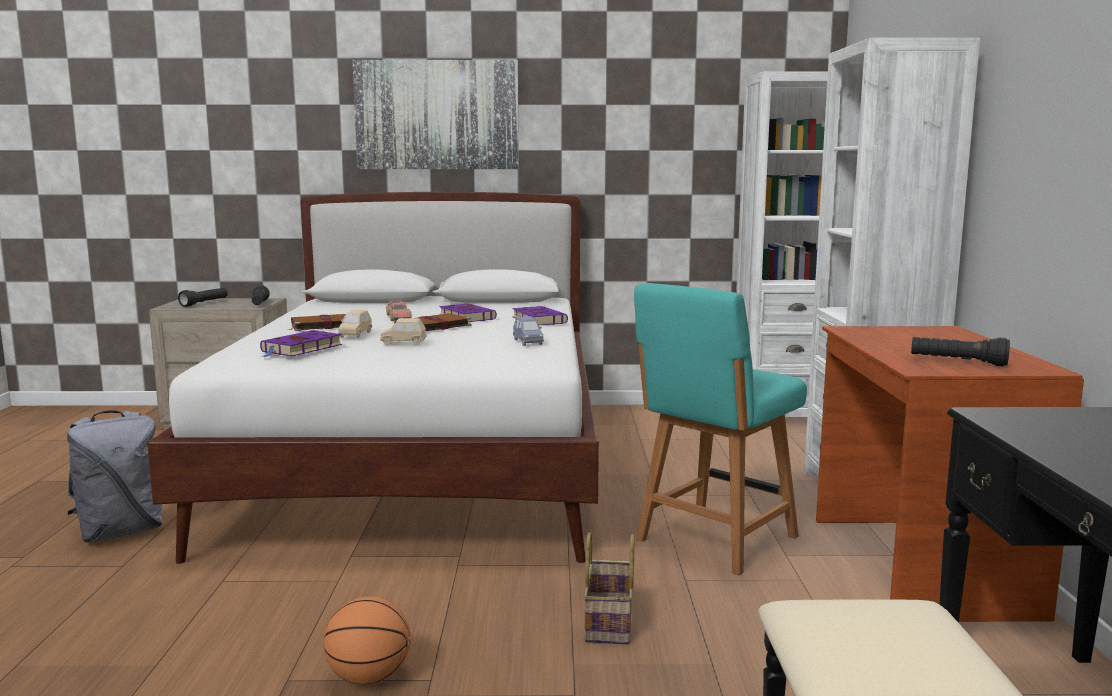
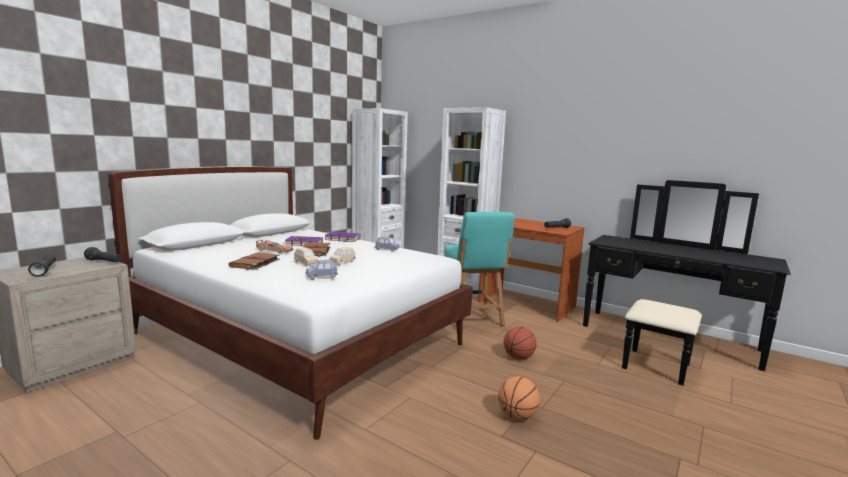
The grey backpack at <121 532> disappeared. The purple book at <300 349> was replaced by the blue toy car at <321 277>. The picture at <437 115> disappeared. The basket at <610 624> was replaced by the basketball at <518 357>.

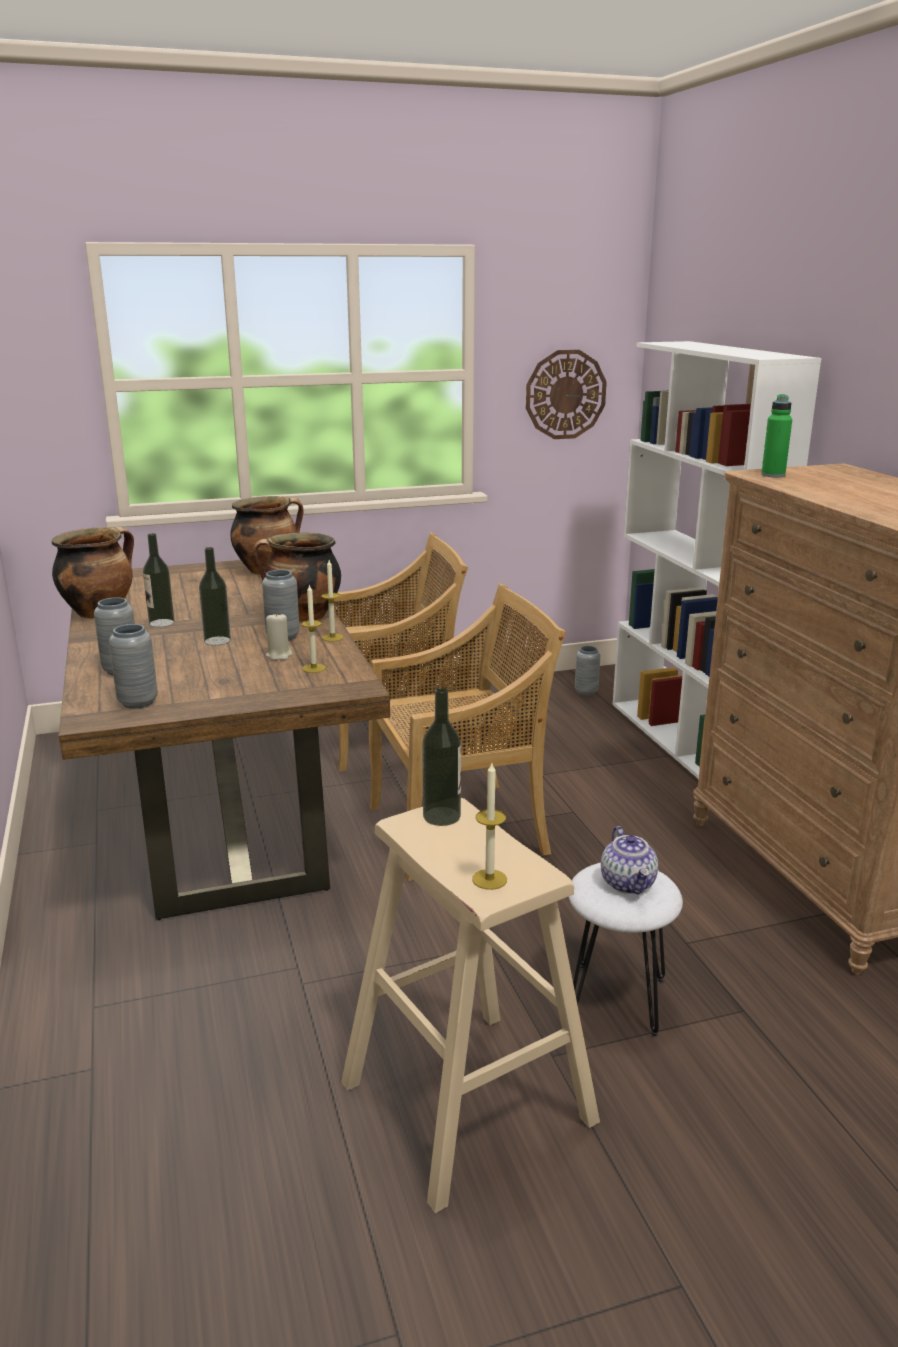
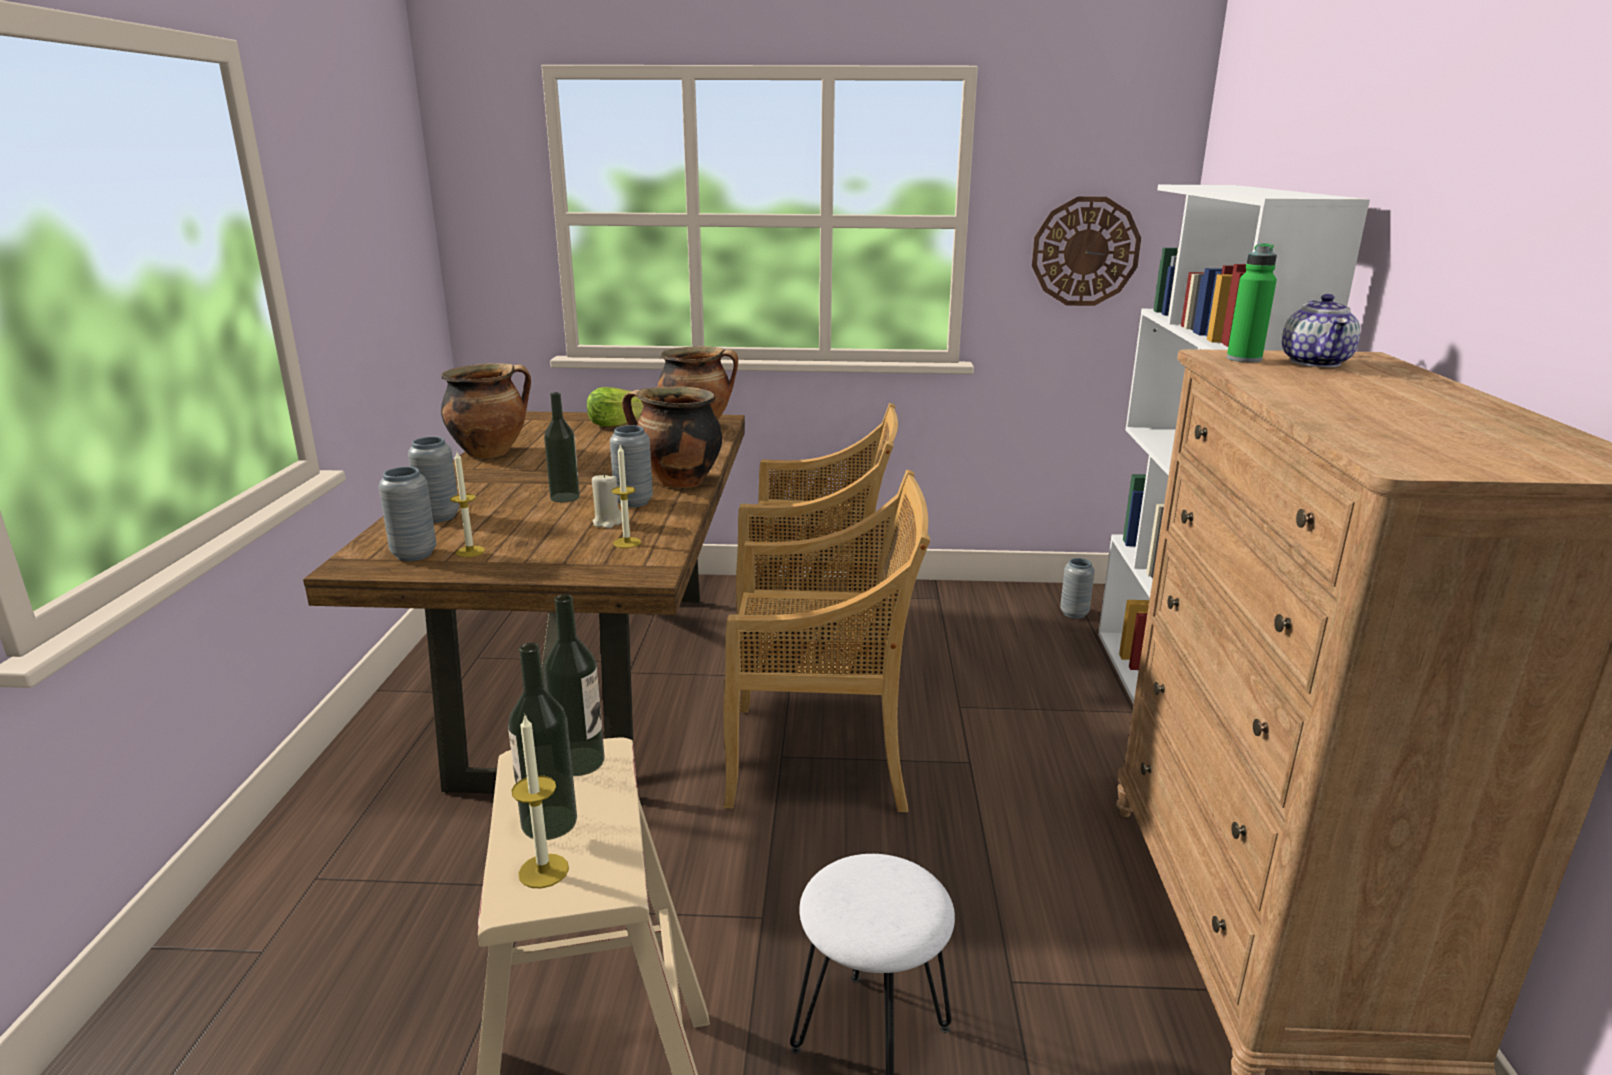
The bottle moved from <161 623> to <549 822>. The candle moved from <332 637> to <470 551>. The teapot moved from <629 883> to <1316 362>. The lettuce at <616 425> appeared.

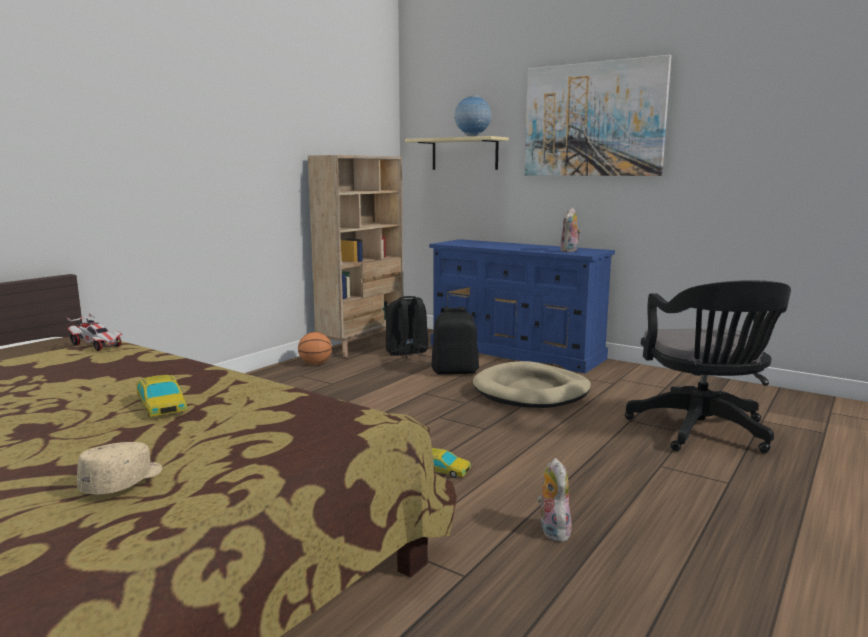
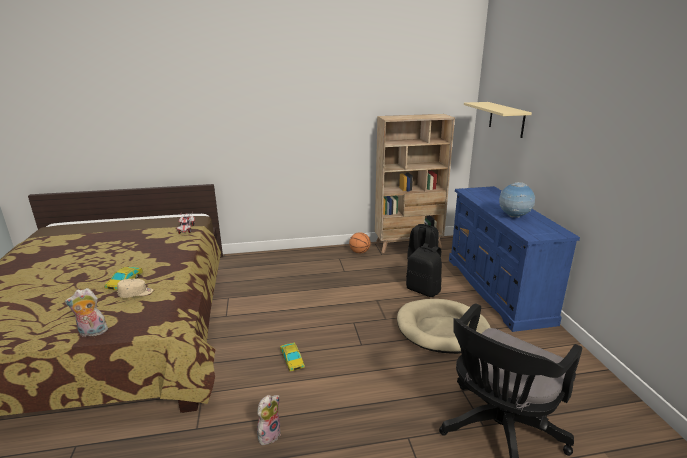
The beige cap moved from <123 482> to <136 293>. The globe moved from <472 137> to <514 217>. The picture at <593 120> disappeared. The plush toy moved from <570 251> to <92 333>.

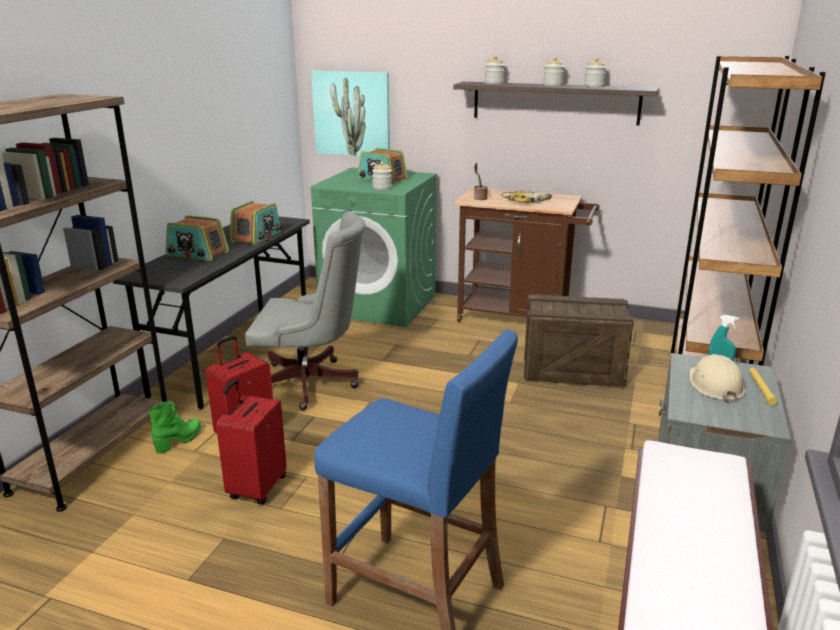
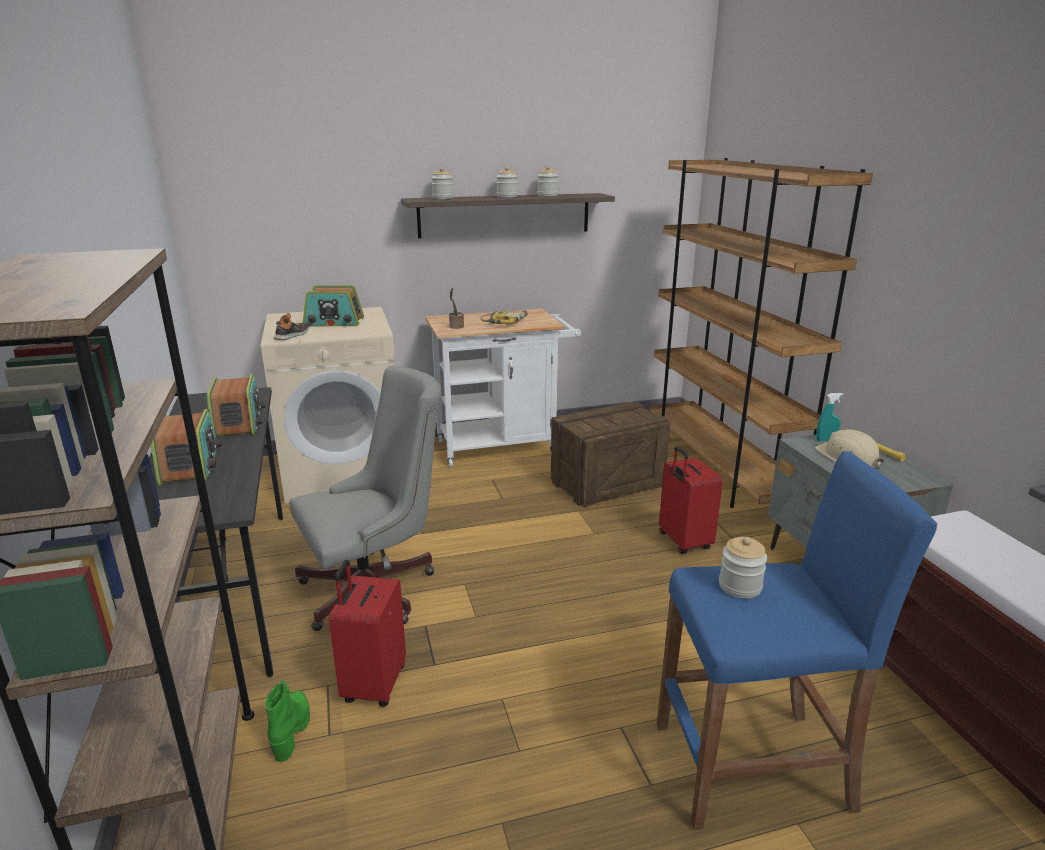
The radio at <197 254> turned 90 degrees counterclockwise. The red suitcase moved from <256 488> to <683 542>. The picture at <351 114> disappeared. The green washing machine at <379 305> became the beige washing machine at <344 471>. The jar moved from <382 188> to <740 586>. The brown cart at <520 318> became the white cart at <503 446>. The shoe at <292 335> appeared.

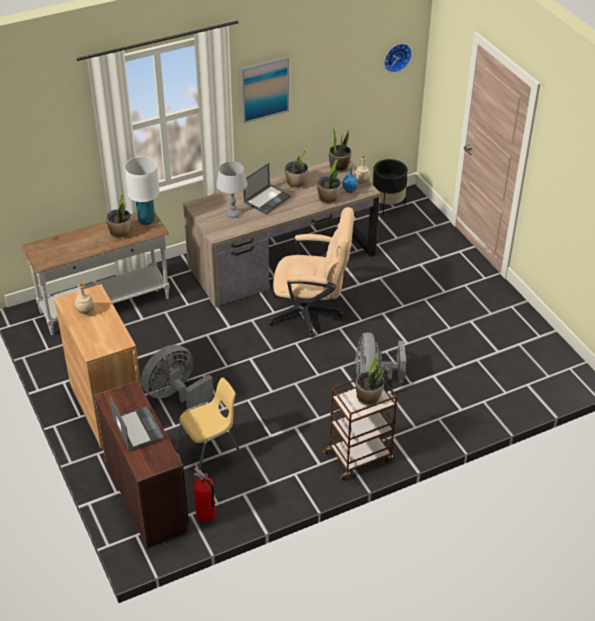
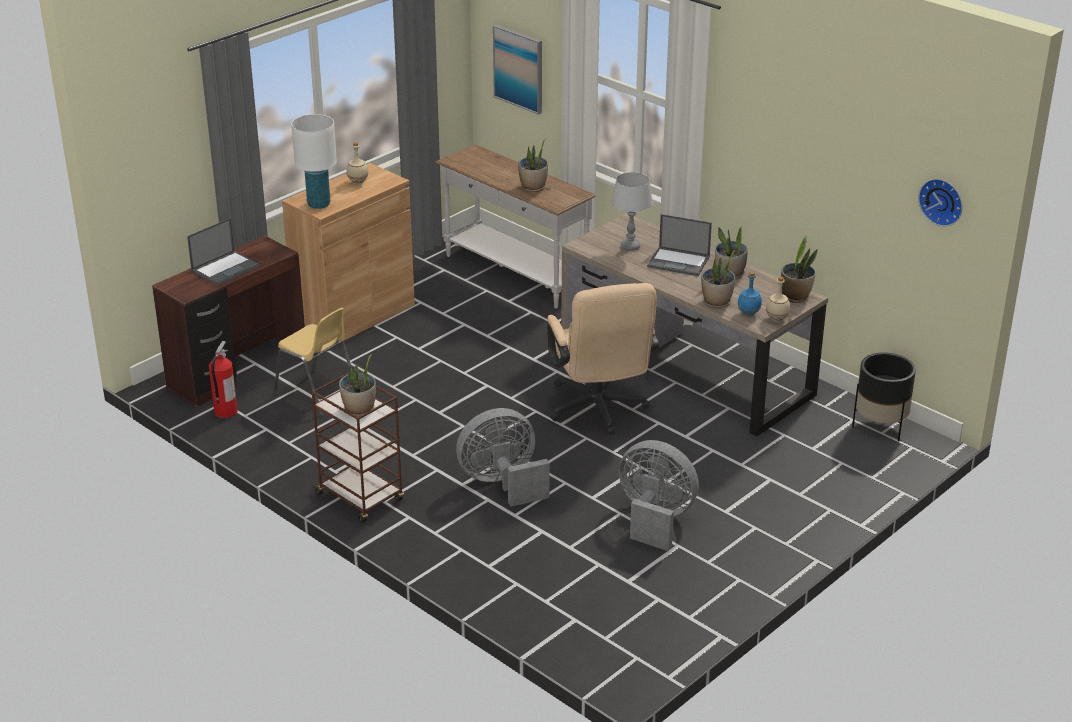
The white table lamp moved from <146 220> to <319 204>. The grey fan moved from <176 395> to <654 519>. The picture moved from <264 89> to <519 68>.

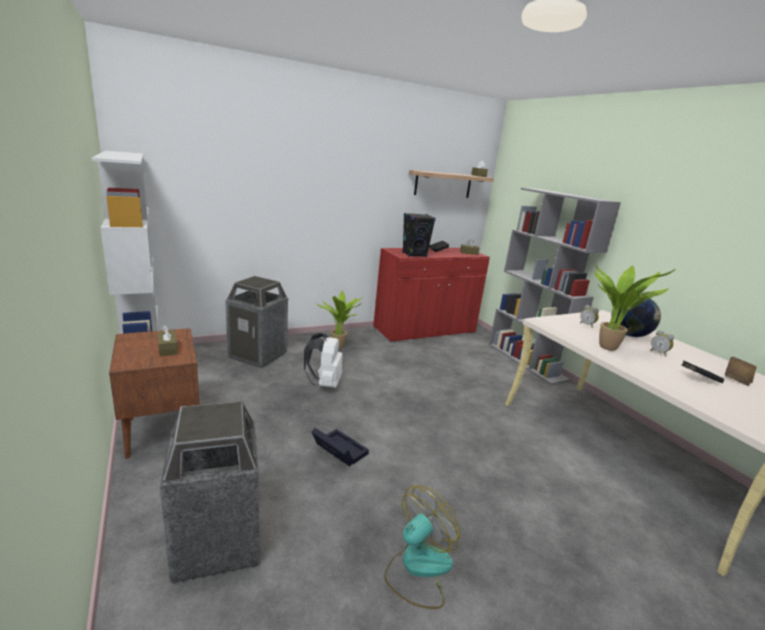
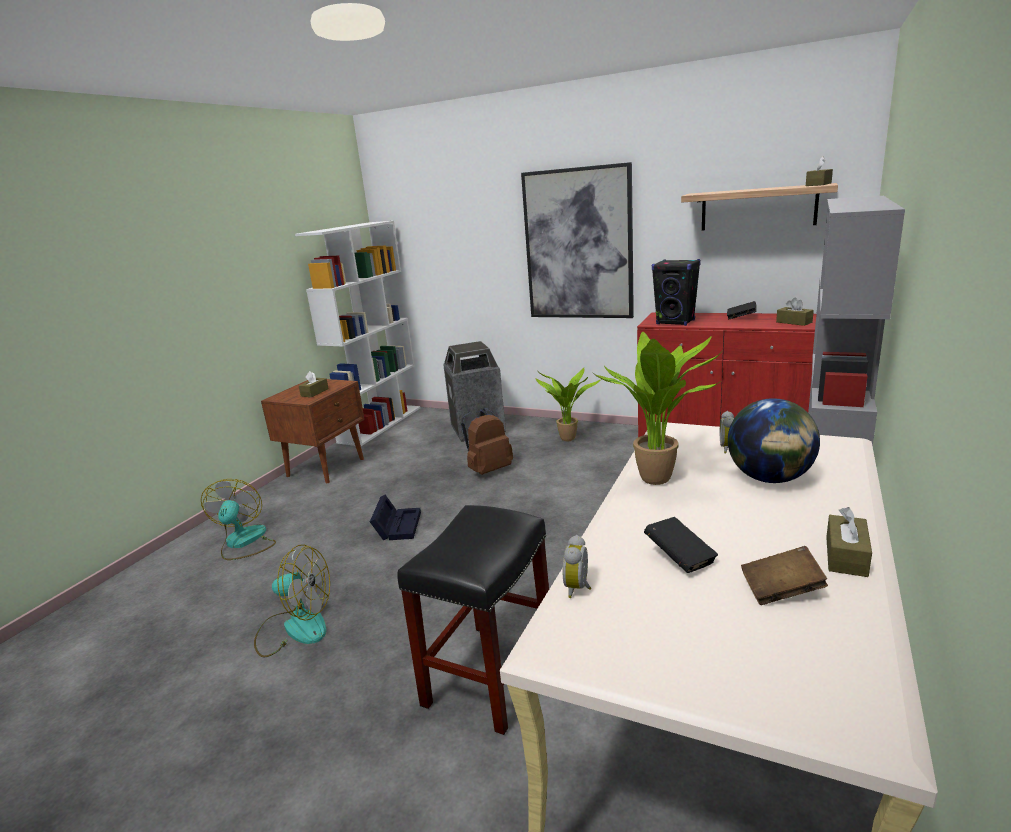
The trash can at <216 542> was replaced by the fan at <243 543>. The white backpack at <324 383> became the brown backpack at <488 470>. The alarm clock moved from <659 353> to <579 588>. The black stool at <490 673> appeared. The picture at <578 245> appeared. The brown tissue box at <846 556> appeared.

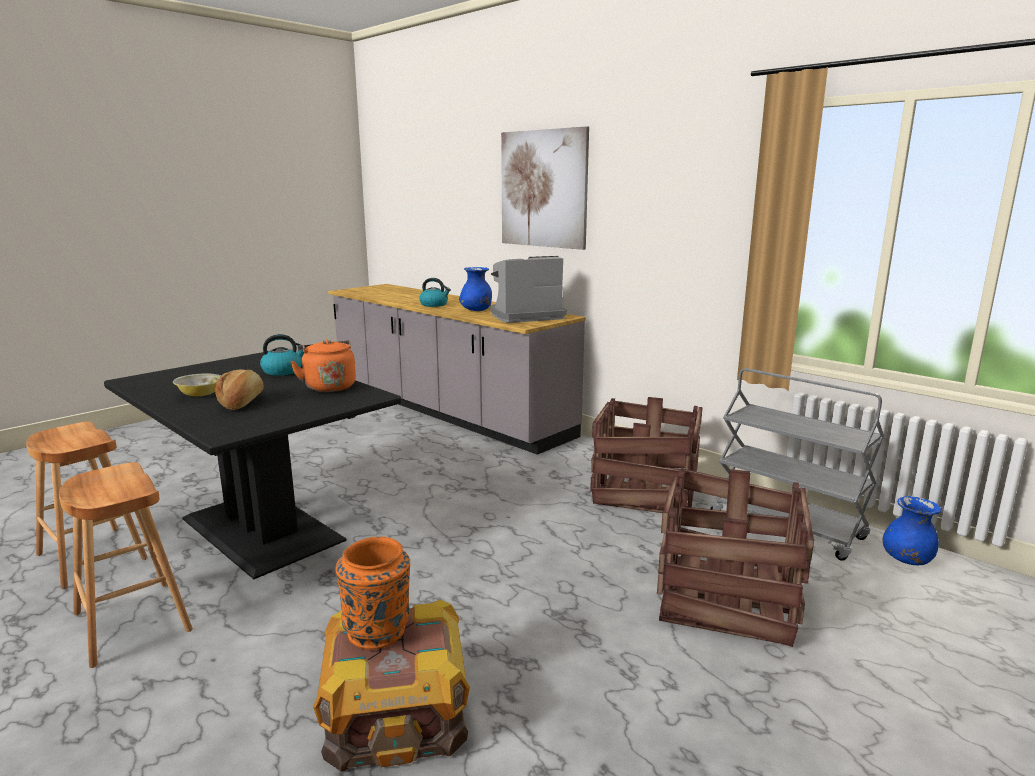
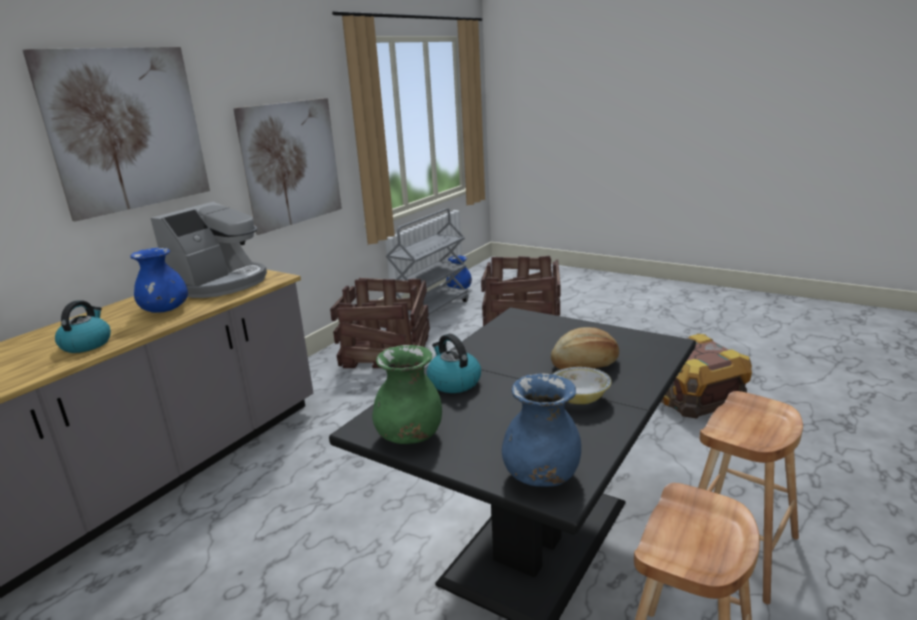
The orange kettle at <329 386> disappeared. The orange vase at <377 630> disappeared. The coffee machine at <525 316> turned 120 degrees counterclockwise. The picture at <291 163> appeared. The green vase at <410 436> appeared. The blue vase at <542 476> appeared.

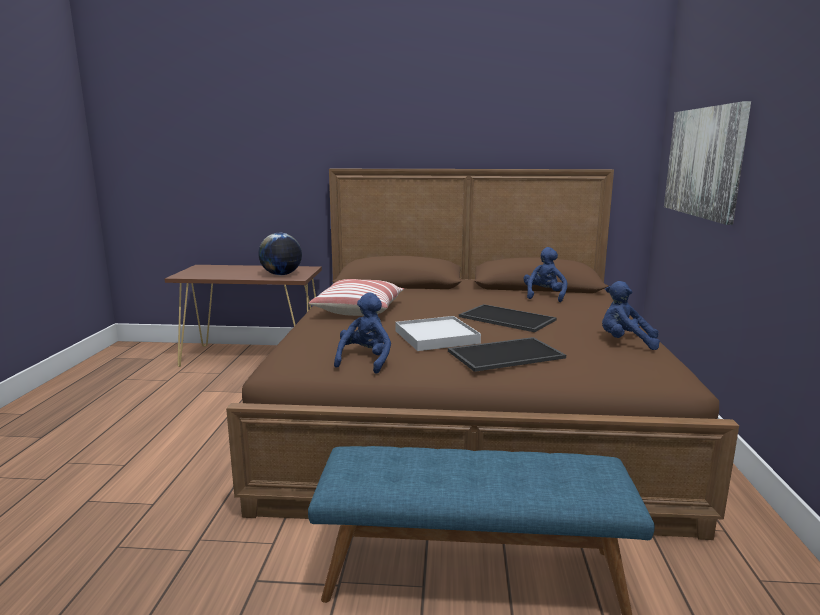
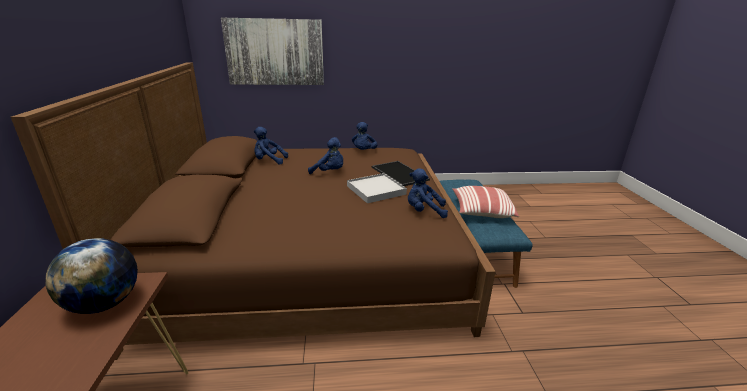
The pillow moved from <359 310> to <481 211>. The tray at <505 318> was replaced by the blue plush toy at <329 172>.

